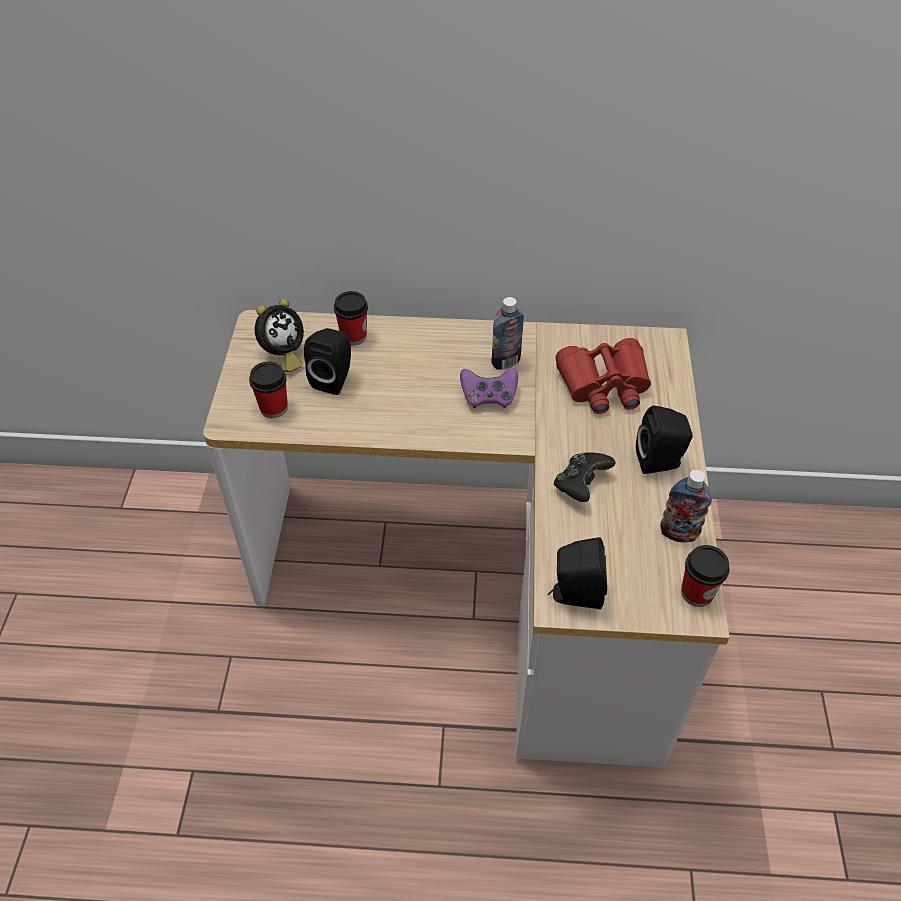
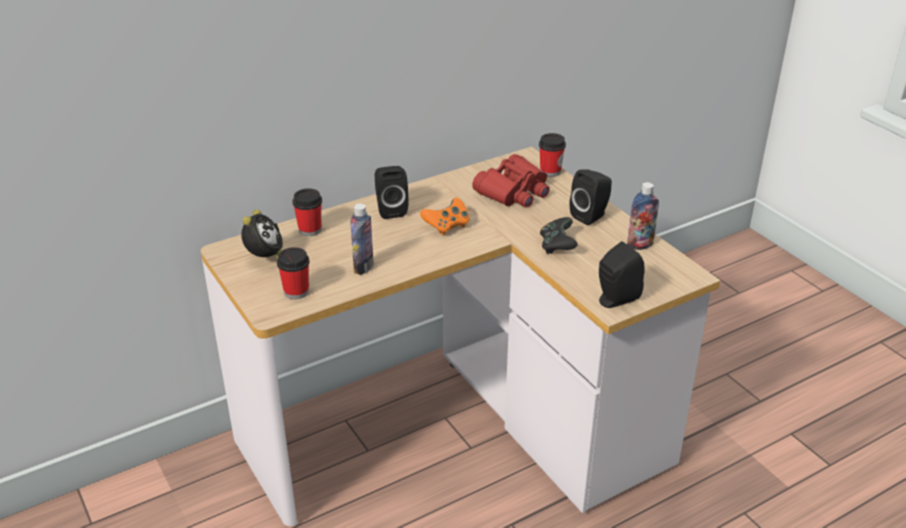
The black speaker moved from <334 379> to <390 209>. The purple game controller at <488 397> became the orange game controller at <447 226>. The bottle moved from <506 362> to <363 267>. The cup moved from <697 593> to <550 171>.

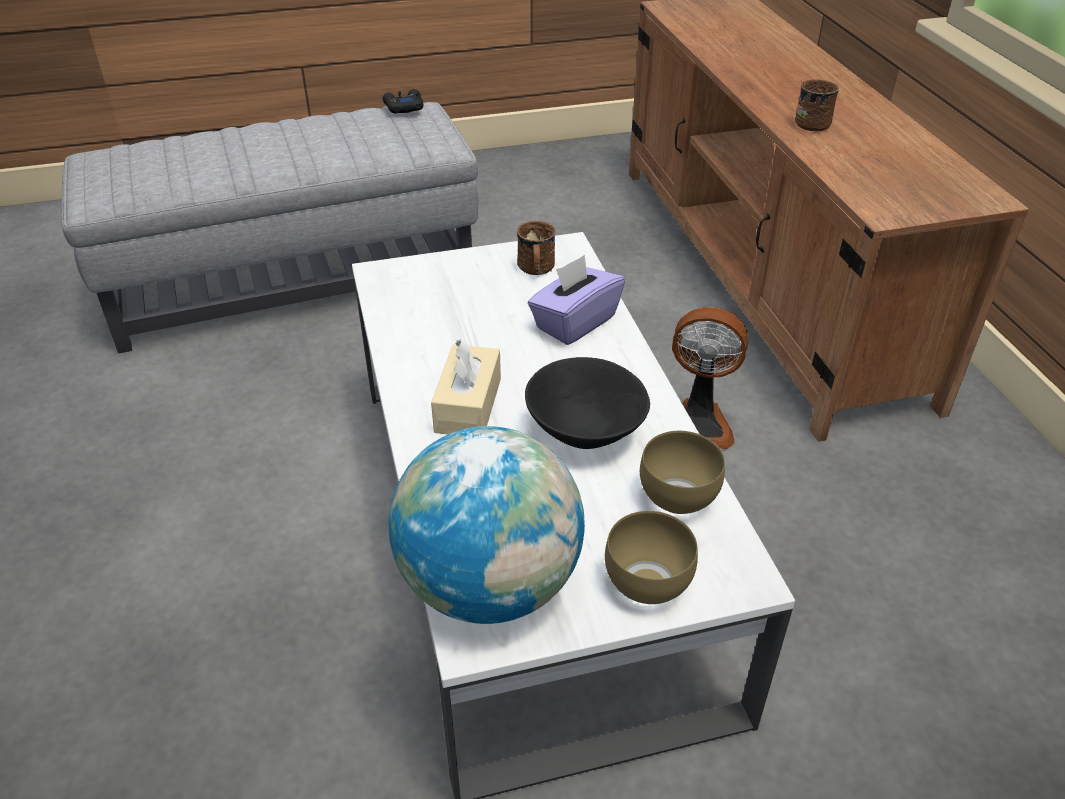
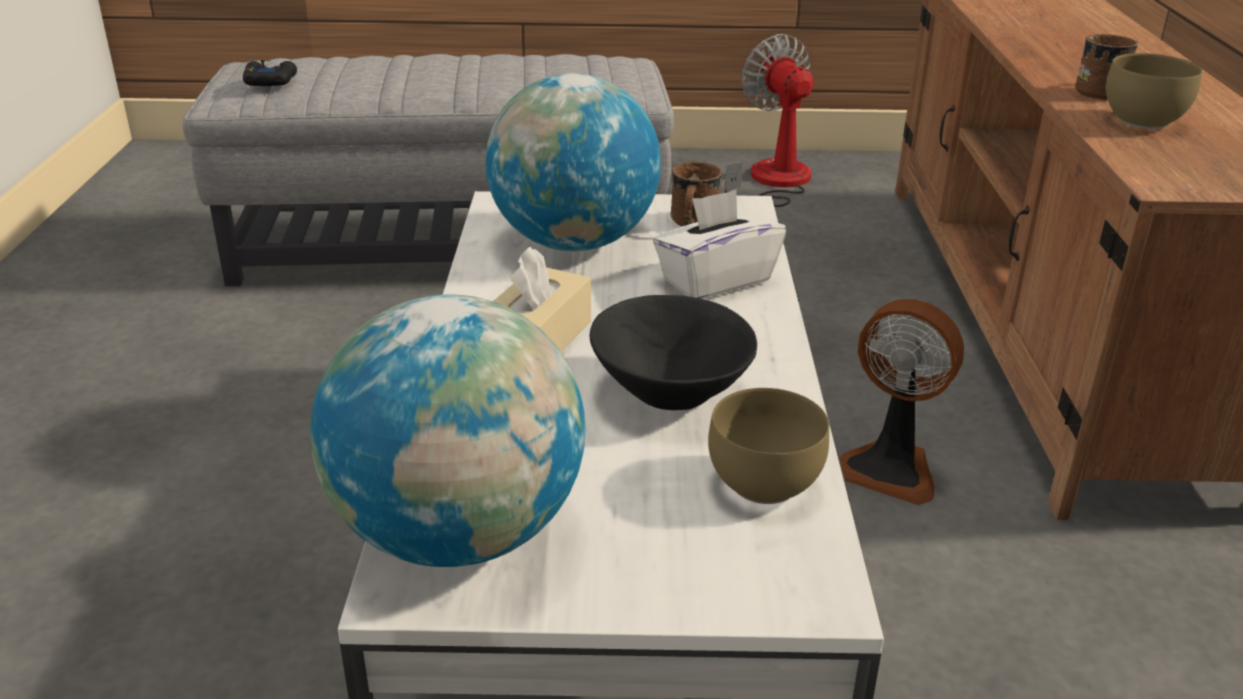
The black game controller moved from <403 107> to <270 81>. The purple tissue box at <574 322> became the white tissue box at <715 280>. The brown bowl moved from <644 584> to <1139 121>. The globe at <573 242> appeared. The fan at <771 183> appeared.

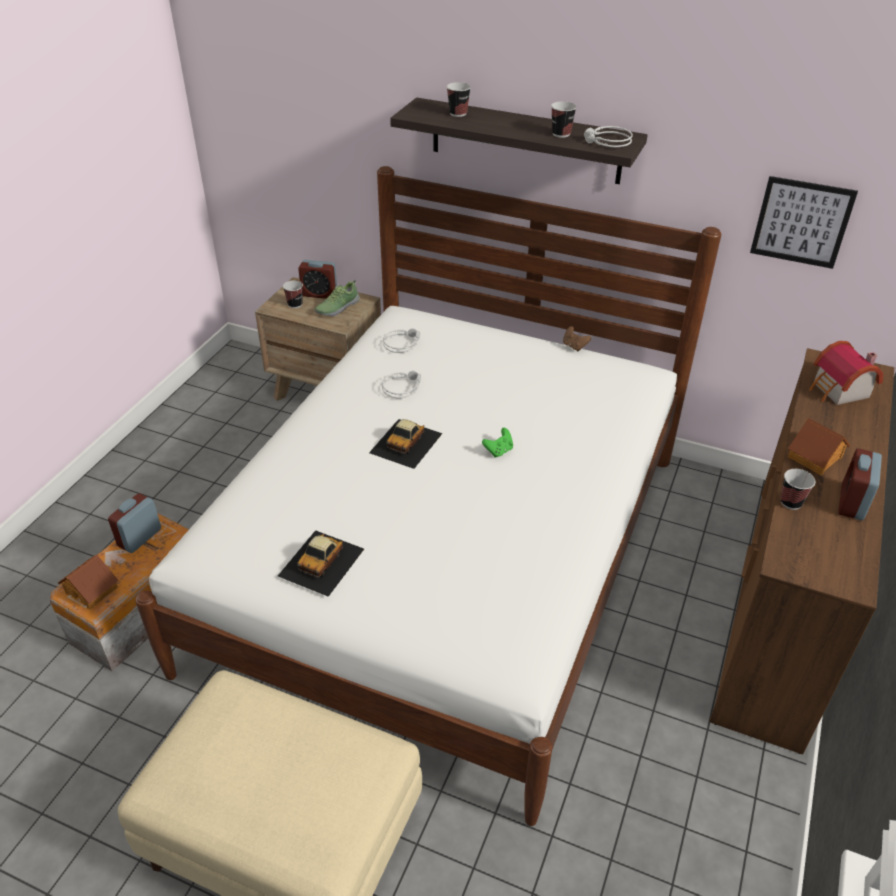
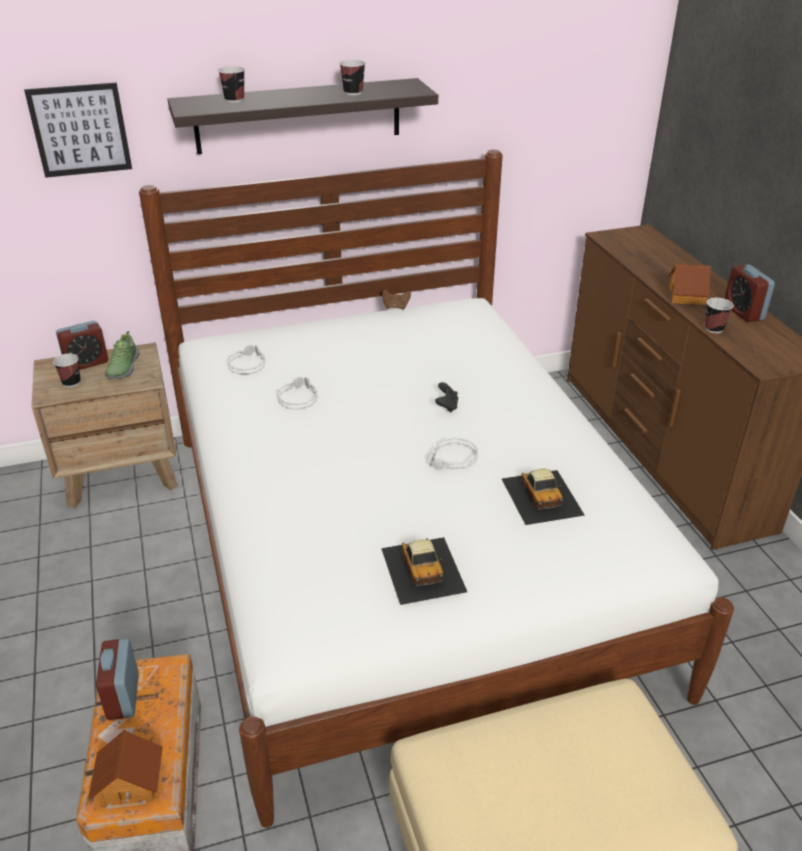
The toy car moved from <406 443> to <542 496>. The green game controller at <498 451> became the black game controller at <446 406>. The grey headphones moved from <607 142> to <452 460>. The picture moved from <801 222> to <80 130>. The toy house at <839 391> disappeared.

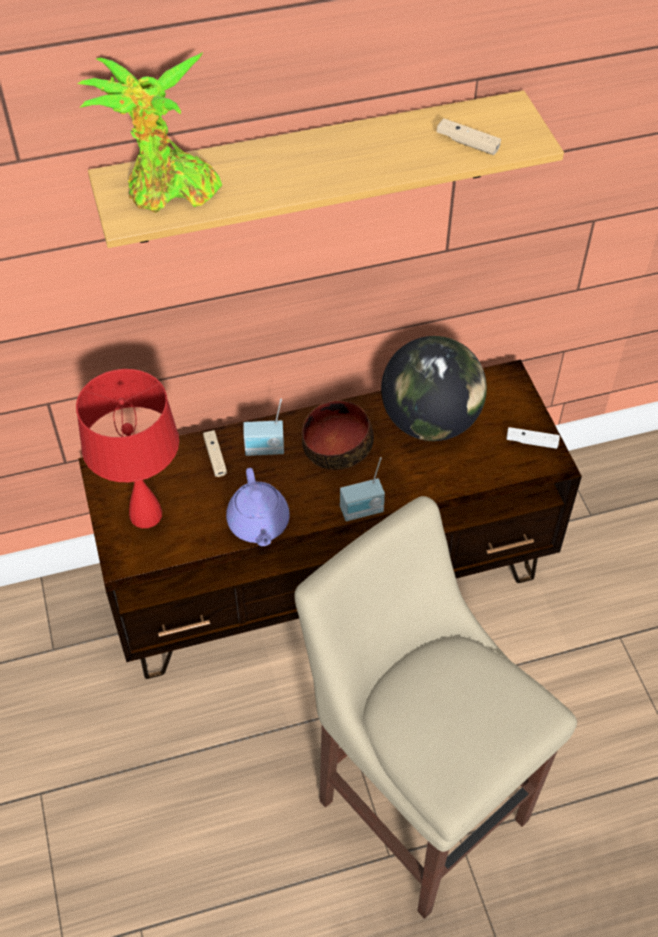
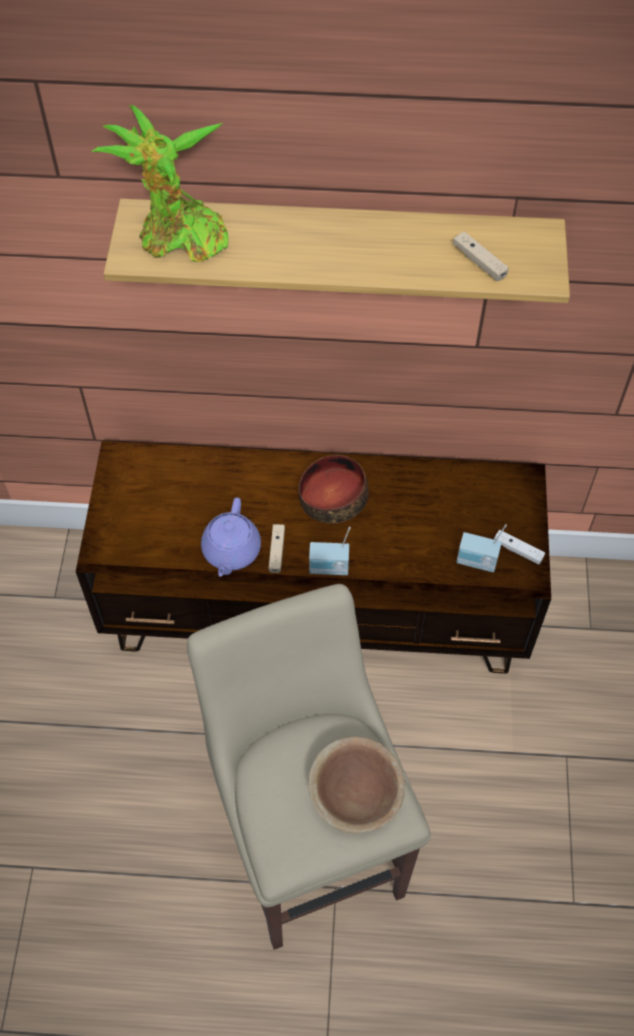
The red table lamp at <146 515> disappeared. The beige game controller moved from <215 457> to <276 551>. The radio moved from <264 450> to <476 562>. The globe at <430 422> disappeared. The brown bowl at <355 793> appeared.

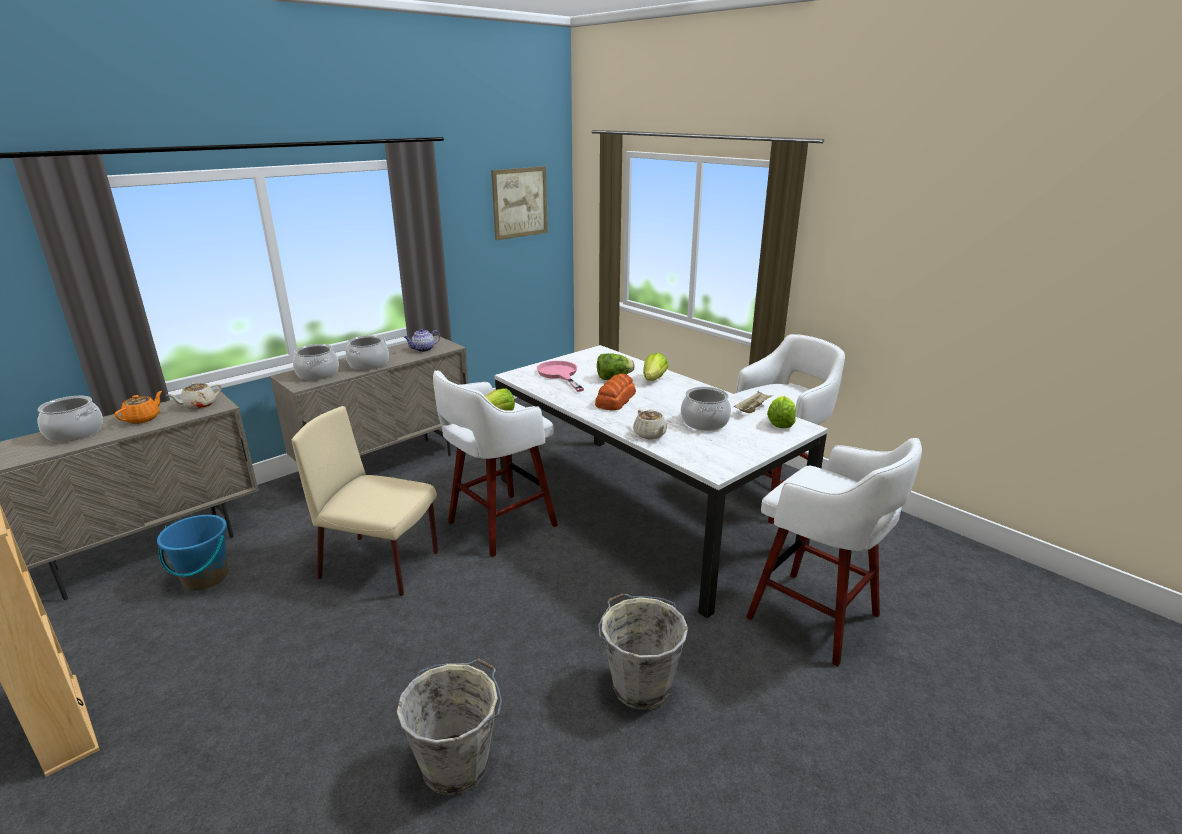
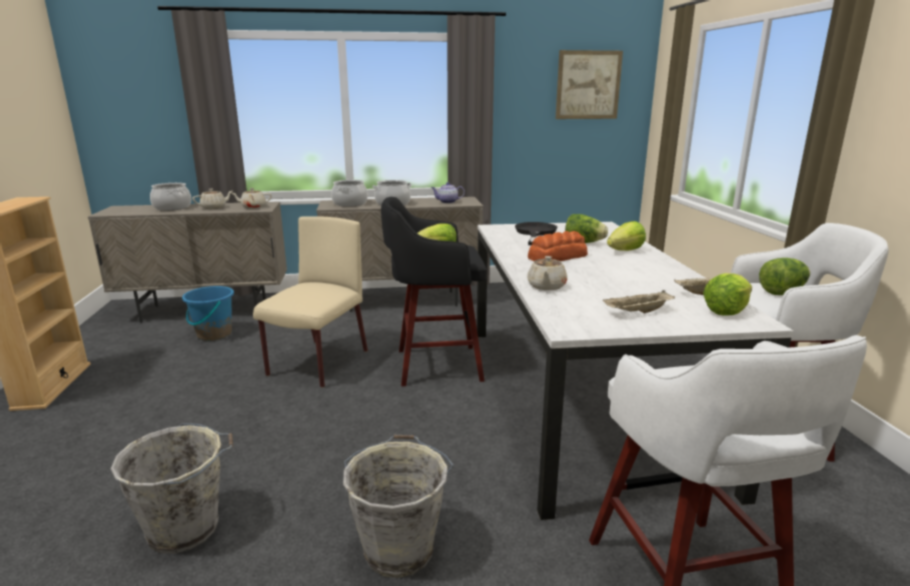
The orange teapot at <143 419> became the beige teapot at <214 207>. The beige chair at <381 566> turned 60 degrees clockwise. The white stool at <499 525> became the black stool at <435 365>. The pink frying pan at <560 374> became the black frying pan at <535 233>. The cooking pot at <704 422> disappeared. The beige tray at <637 312> appeared. The lettuce at <783 292> appeared.

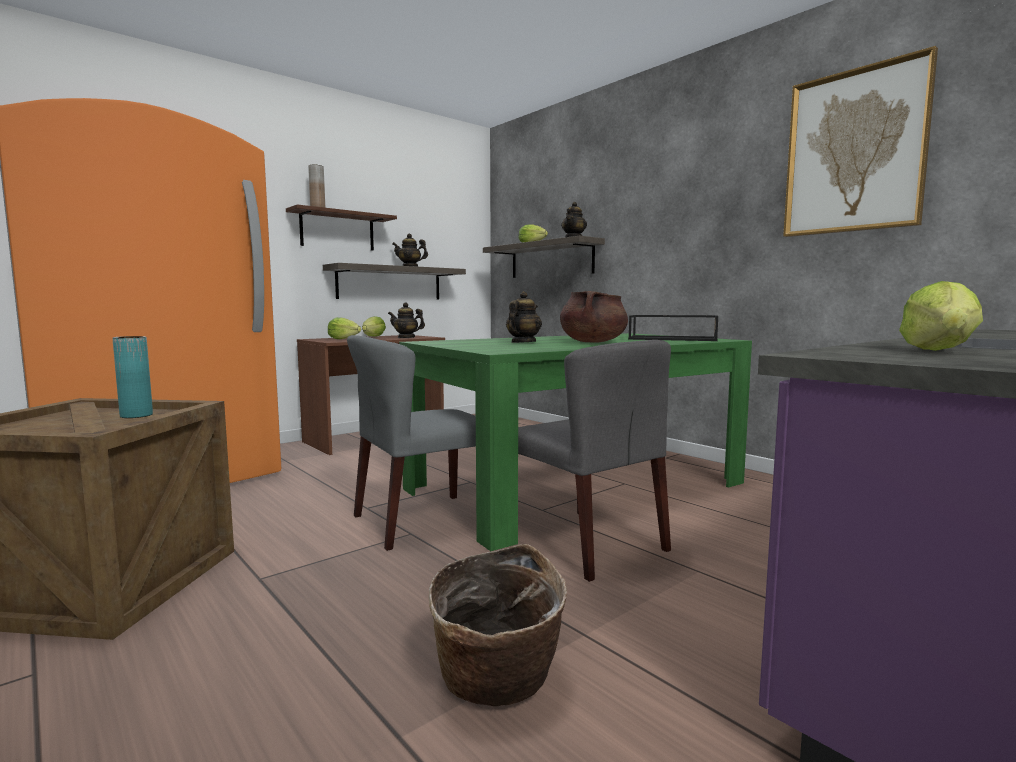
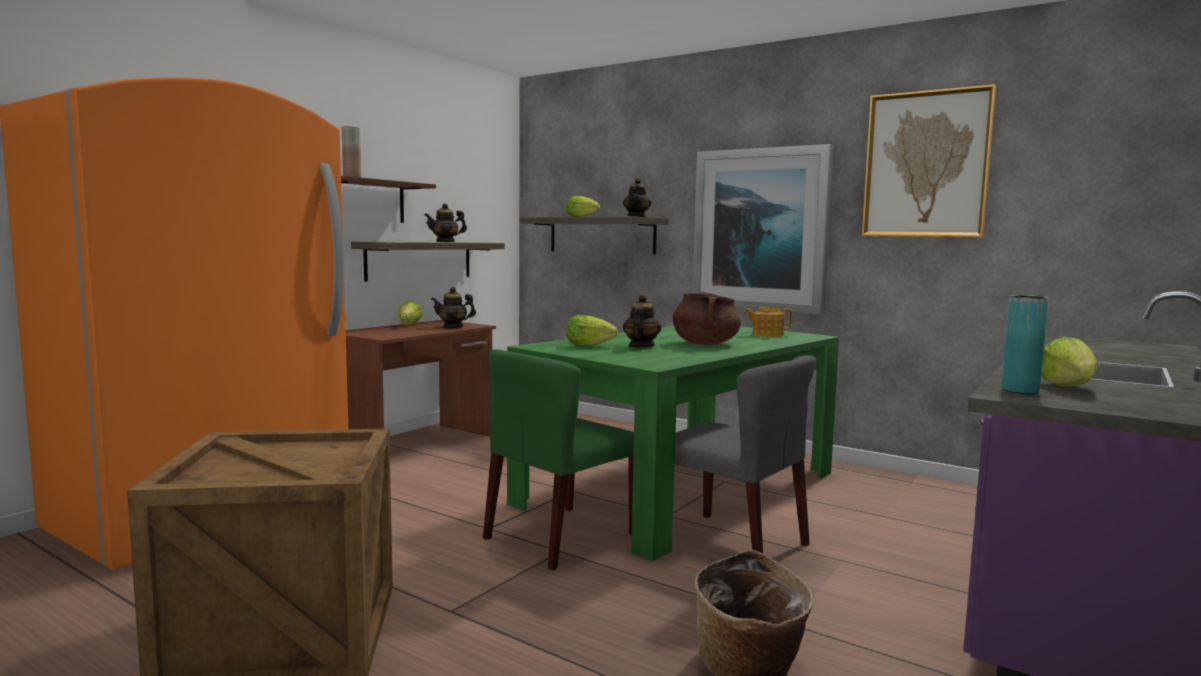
The turquoise vase moved from <136 415> to <1020 390>. The lettuce moved from <343 339> to <588 346>. The grey chair at <423 520> became the green chair at <560 536>. The black tray at <673 339> was replaced by the teapot at <767 335>. The picture at <760 230> appeared.

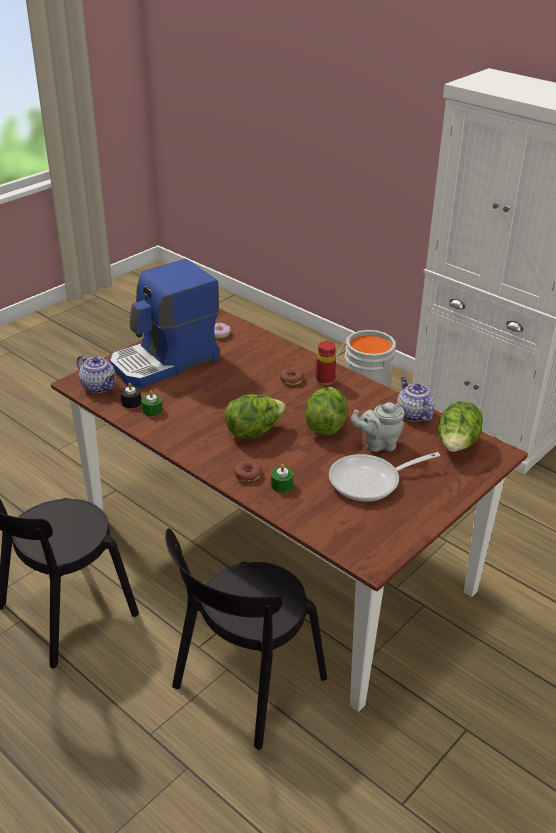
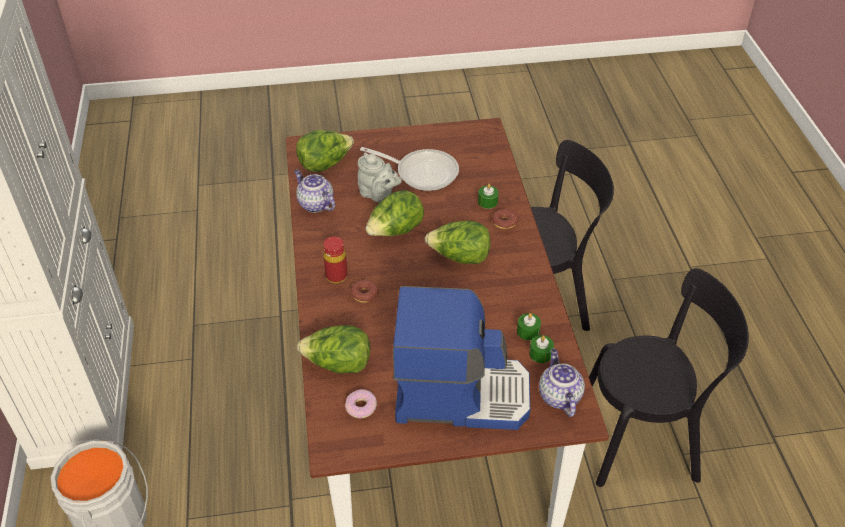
The black candle at <131 402> became the green candle at <540 354>. The teapot at <413 414> turned 120 degrees clockwise. The lettuce at <338 364> appeared.

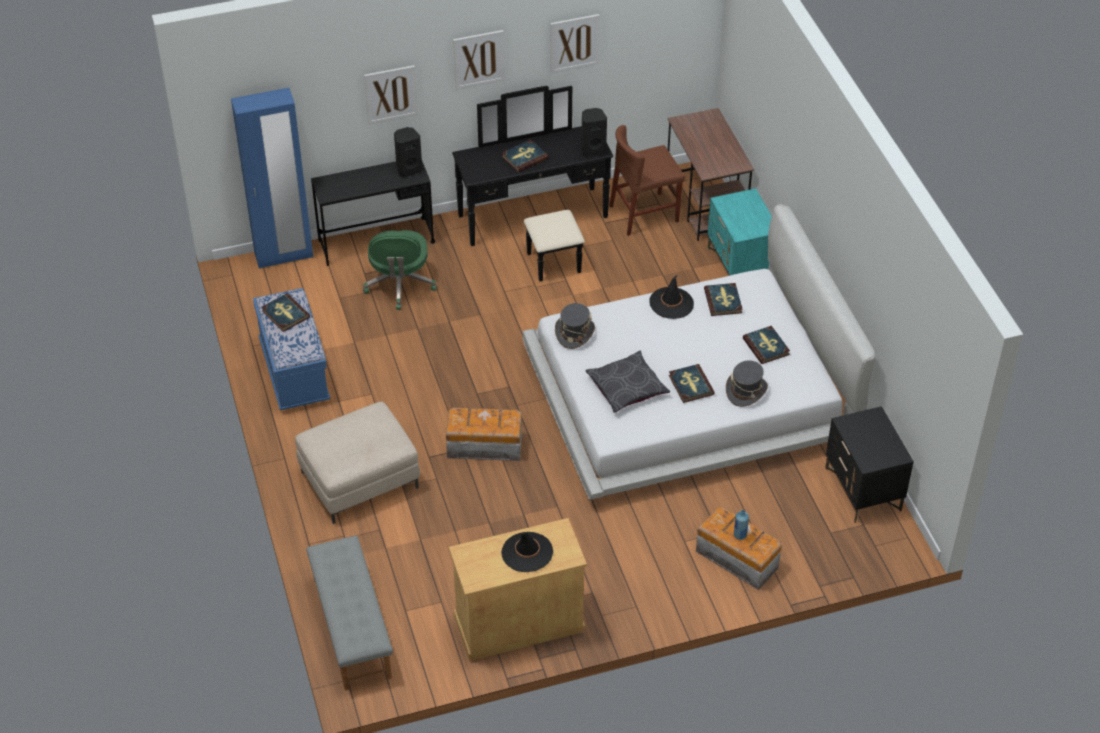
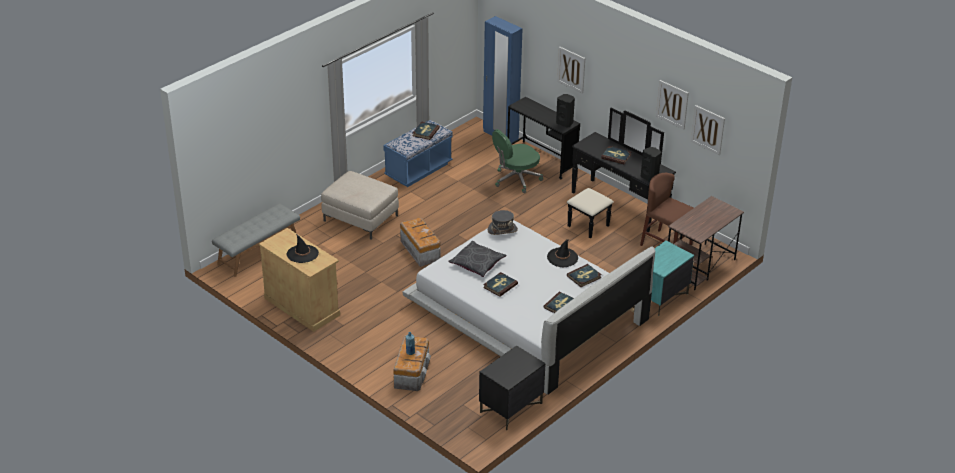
The picture moved from <479 59> to <708 129>. The grey hat at <746 391> disappeared.

